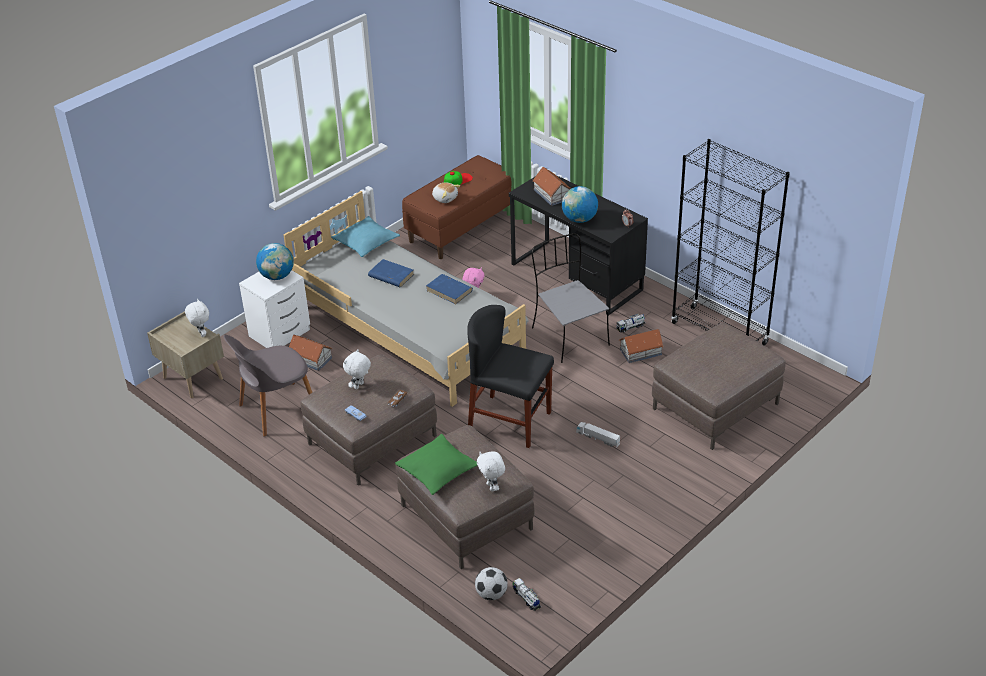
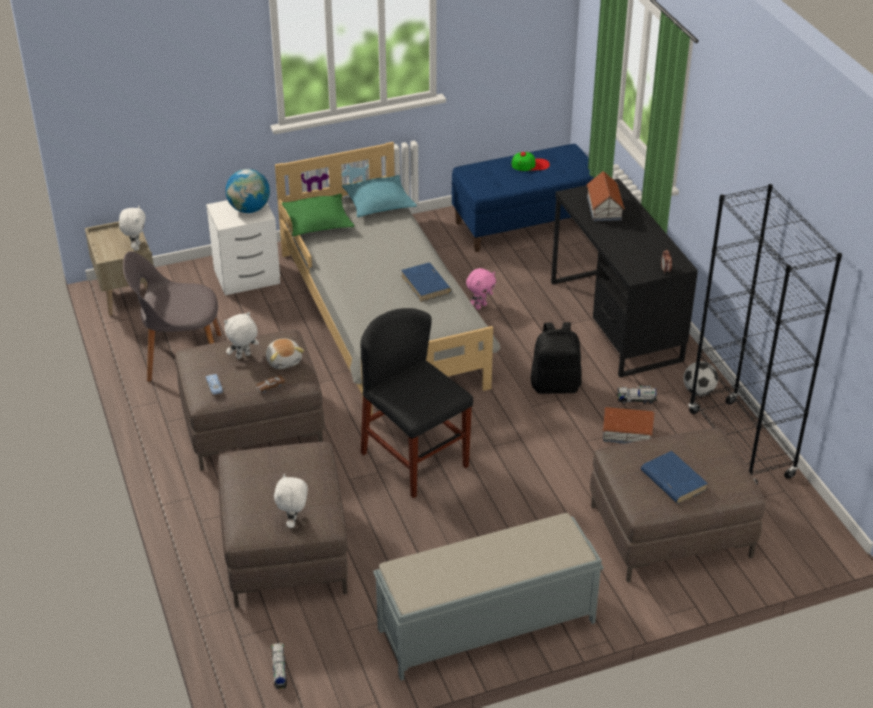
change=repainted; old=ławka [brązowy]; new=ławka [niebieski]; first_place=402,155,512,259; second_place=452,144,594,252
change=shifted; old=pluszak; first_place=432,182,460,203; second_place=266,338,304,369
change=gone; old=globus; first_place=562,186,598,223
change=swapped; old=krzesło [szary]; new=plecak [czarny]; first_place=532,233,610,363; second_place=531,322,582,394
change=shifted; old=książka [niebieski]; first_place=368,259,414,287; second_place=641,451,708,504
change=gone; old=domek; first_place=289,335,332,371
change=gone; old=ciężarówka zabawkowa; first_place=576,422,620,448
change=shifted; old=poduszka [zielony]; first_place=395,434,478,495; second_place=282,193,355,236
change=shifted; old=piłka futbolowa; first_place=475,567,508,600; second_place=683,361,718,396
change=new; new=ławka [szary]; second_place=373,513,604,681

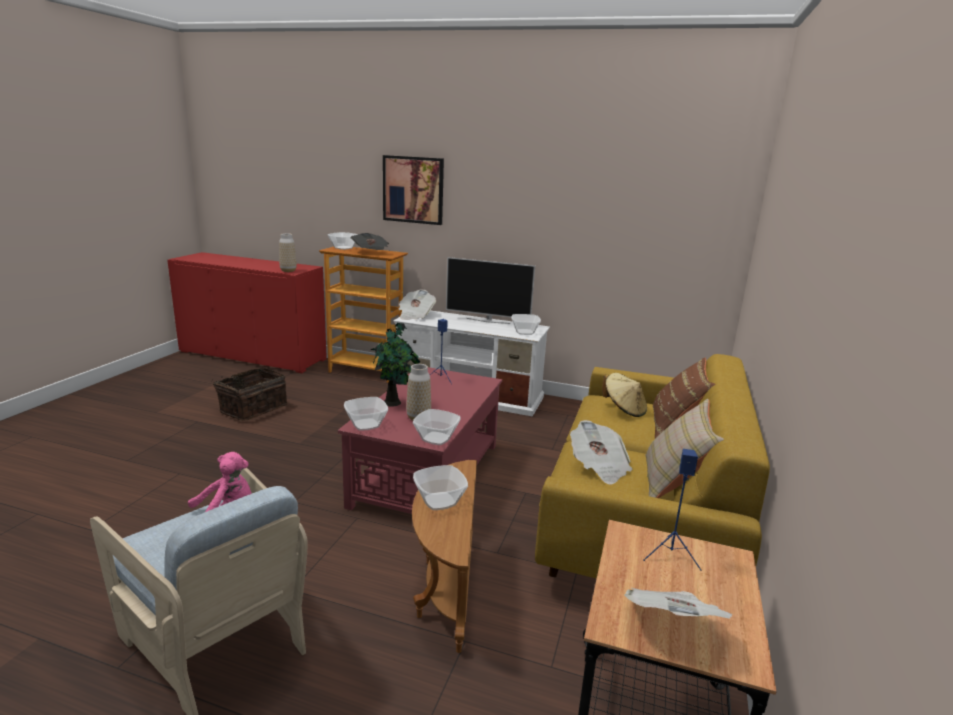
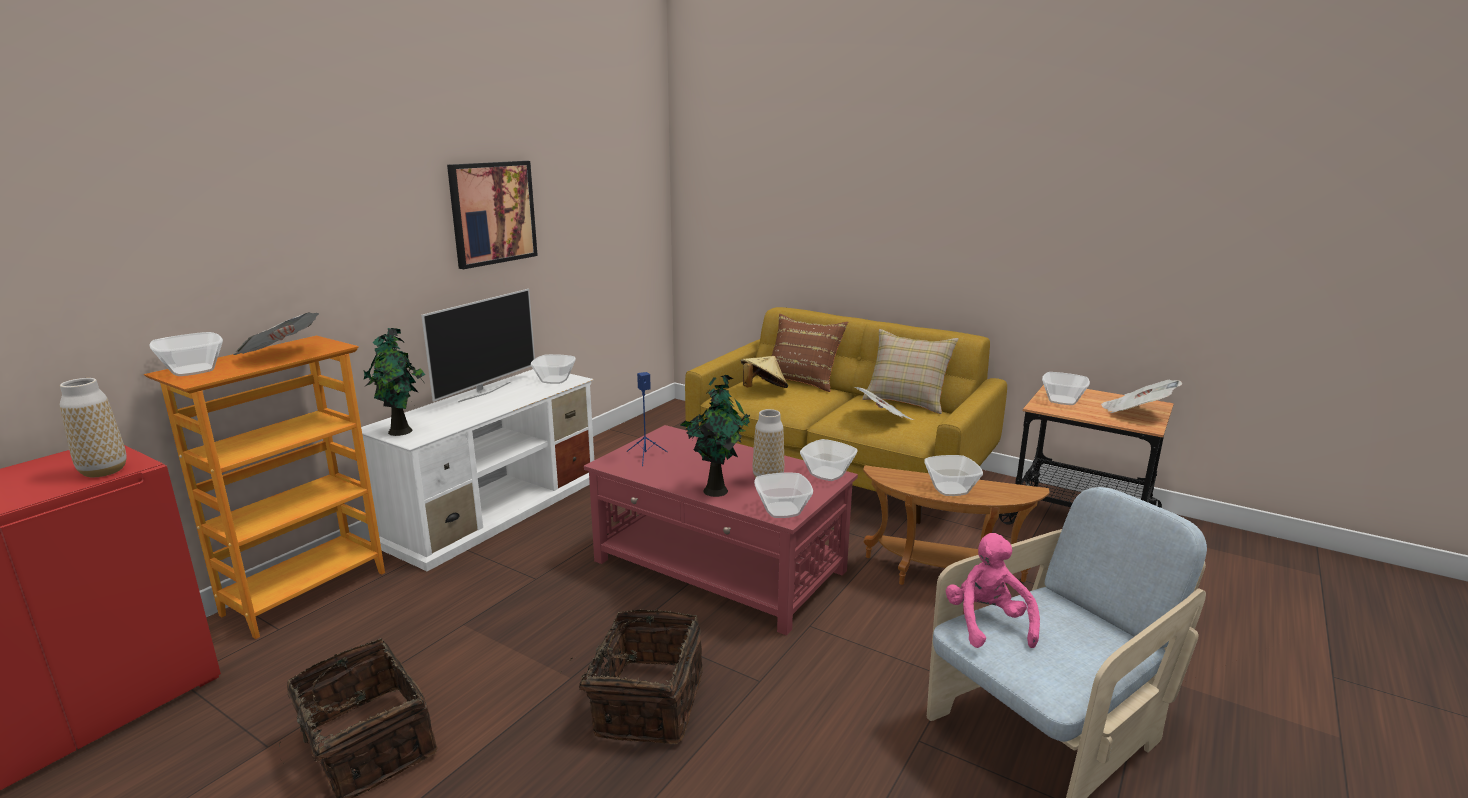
change=shifted; old=obraz; first_place=383,155,444,225; second_place=447,161,538,269
change=swapped; old=gazeta; new=roślina doniczkowa; first_place=398,289,436,320; second_place=364,328,425,436
change=swapped; old=głośnik [niebieski]; new=miska; first_place=643,449,702,571; second_place=1042,372,1090,405
change=new; new=koszyk; second_place=560,609,703,744

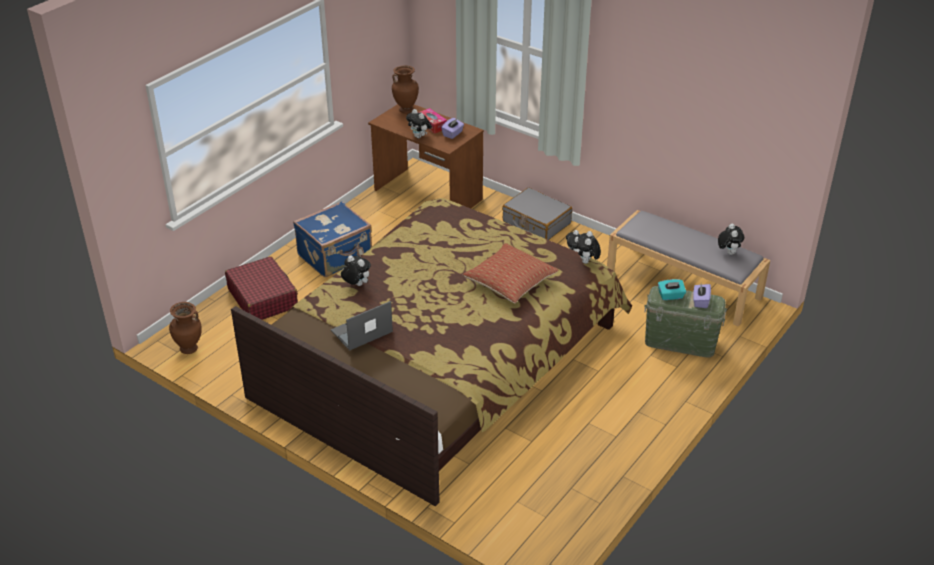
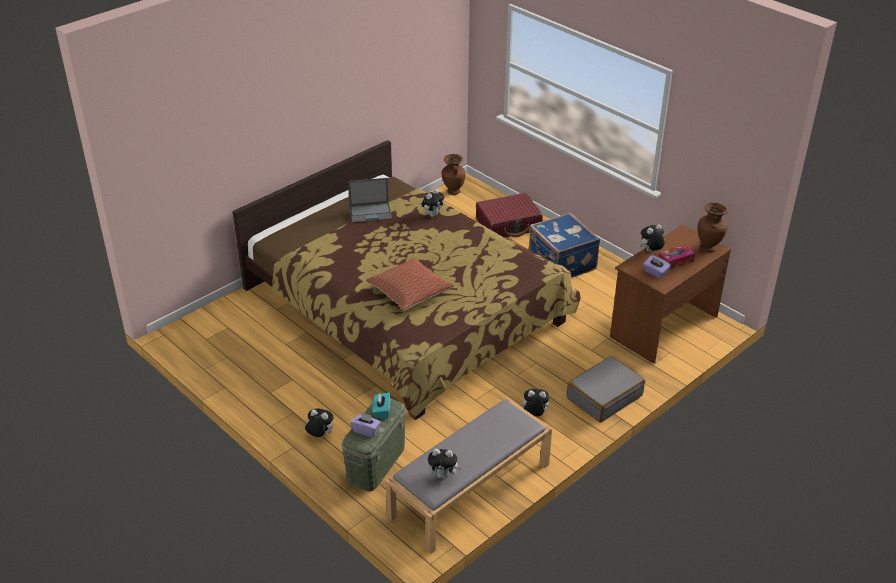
change=shifted; old=pluszak; first_place=577,231,601,264; second_place=305,408,334,437
change=rotated; old=laptop; first_place=331,301,393,351; second_place=348,178,392,223; degrees=105

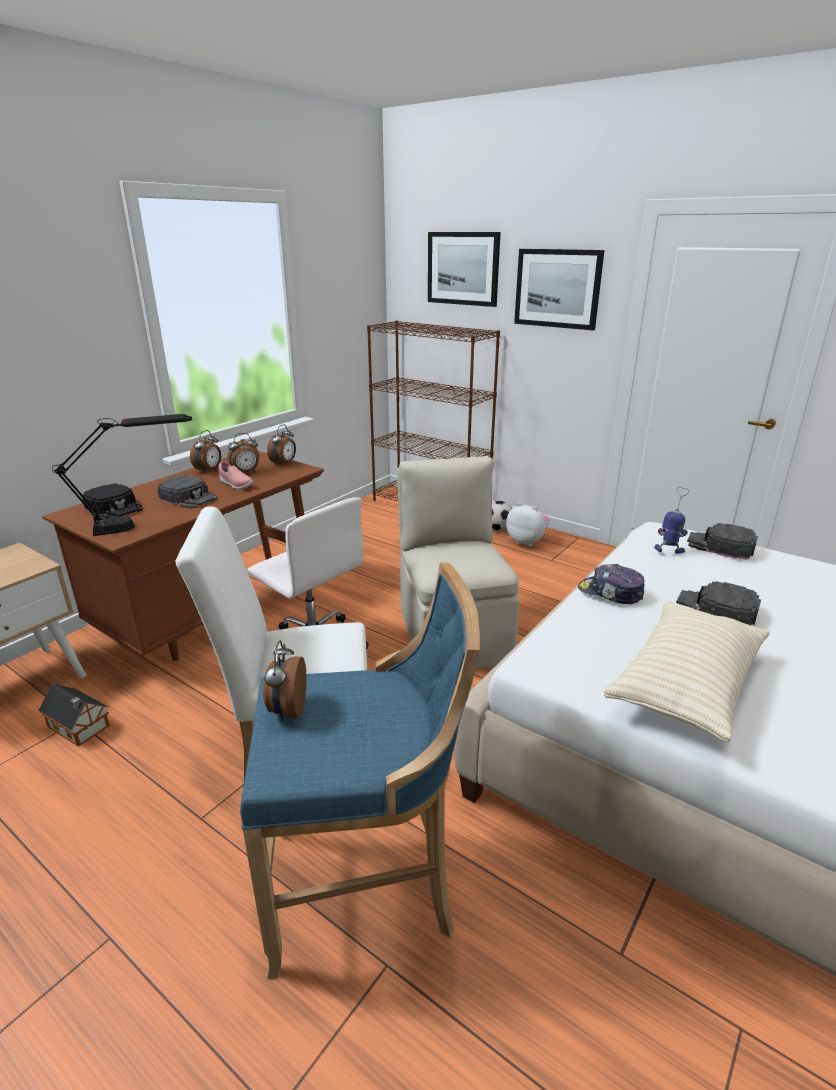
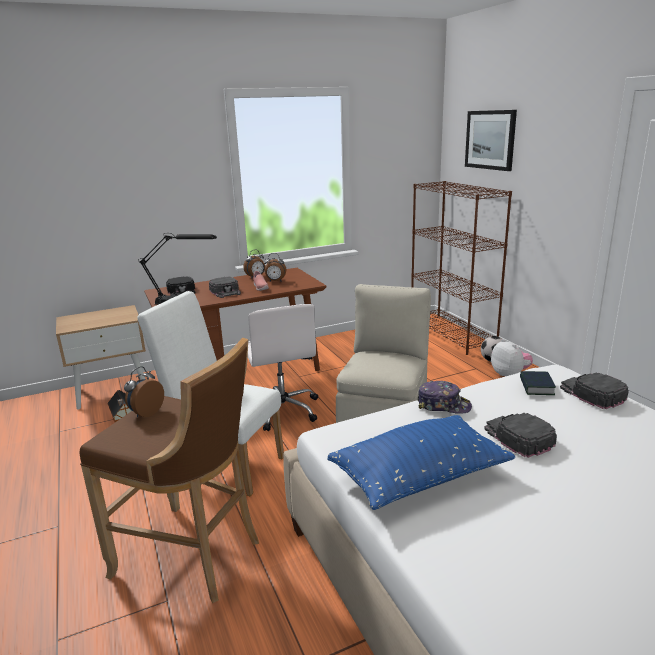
change=gone; old=obraz; first_place=514,249,604,330
change=gone; old=budzik; first_place=267,425,296,466
change=swapped; old=robot zabawkowy; new=książka; first_place=654,487,689,554; second_place=520,371,556,395
change=repainted; old=stołek [niebieski]; new=stołek [brązowy]; first_place=240,562,480,979; second_place=80,338,259,603
change=rotated; old=czapka z daszkiem; first_place=578,564,645,604; second_place=417,381,472,414; degrees=135
change=repainted; old=poduszka [beżowy]; new=poduszka [niebieski]; first_place=604,601,770,742; second_place=327,415,515,510

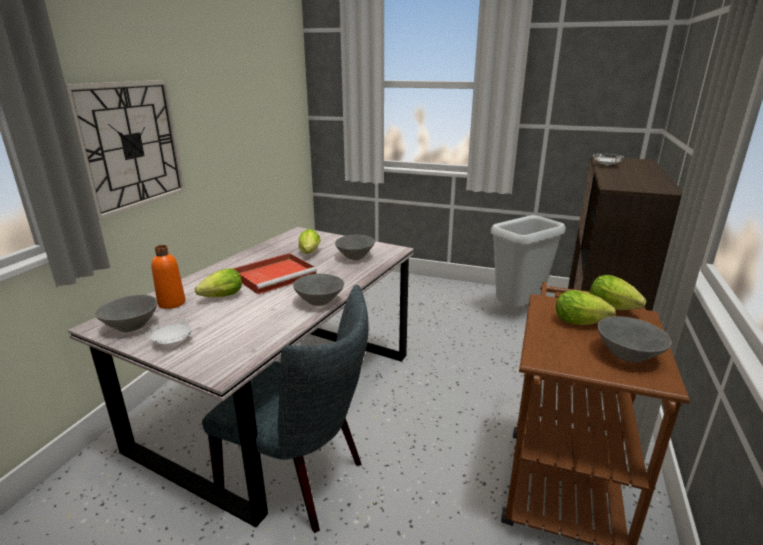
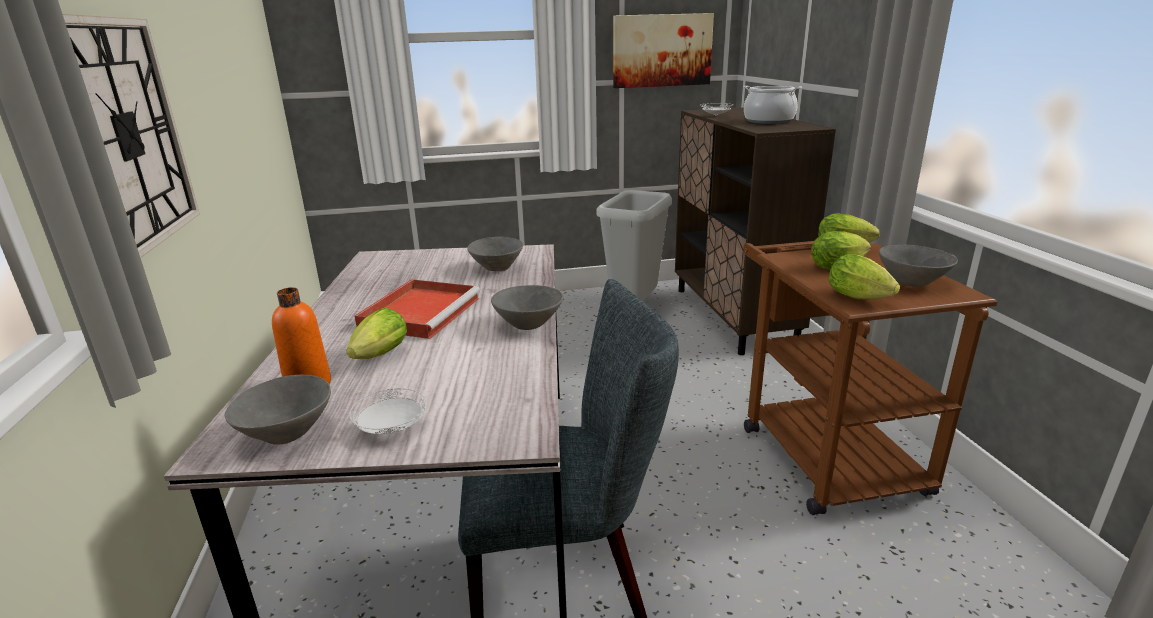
change=shifted; old=sałata; first_place=299,229,321,254; second_place=829,254,900,300
change=new; new=obraz; second_place=613,13,714,88
change=new; new=garnek; second_place=743,86,802,124

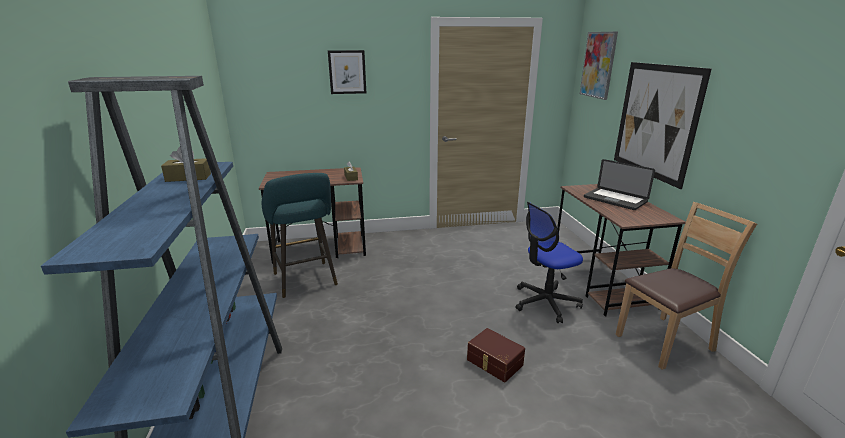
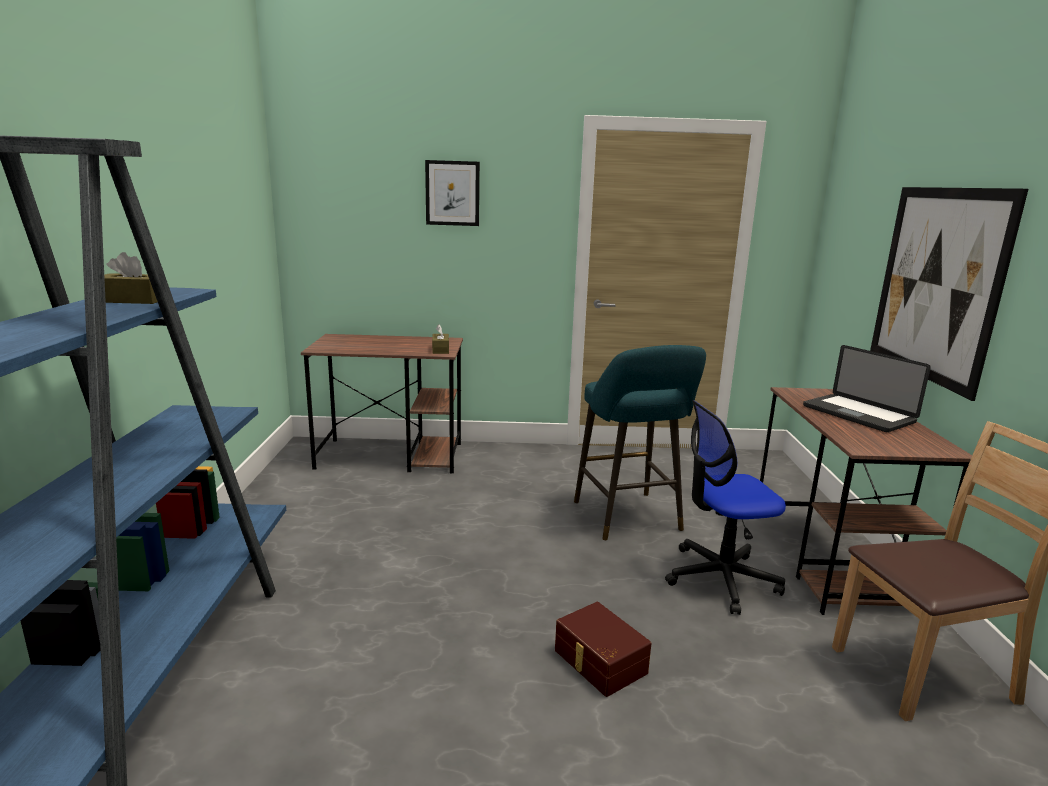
change=gone; old=obraz; first_place=580,32,618,100
change=shifted; old=stołek [turkusowy]; first_place=262,173,338,298; second_place=574,345,706,540

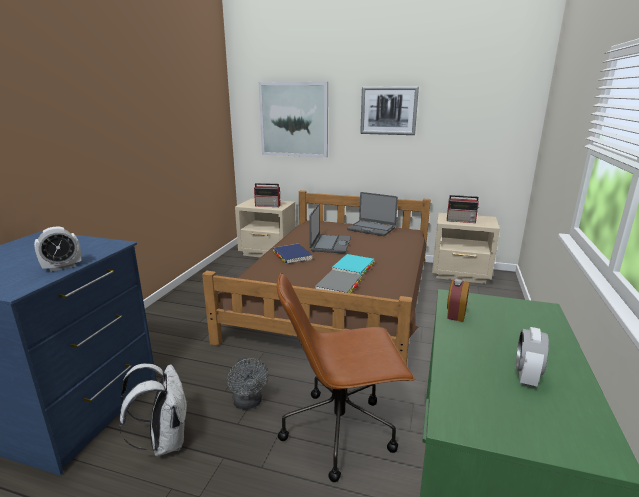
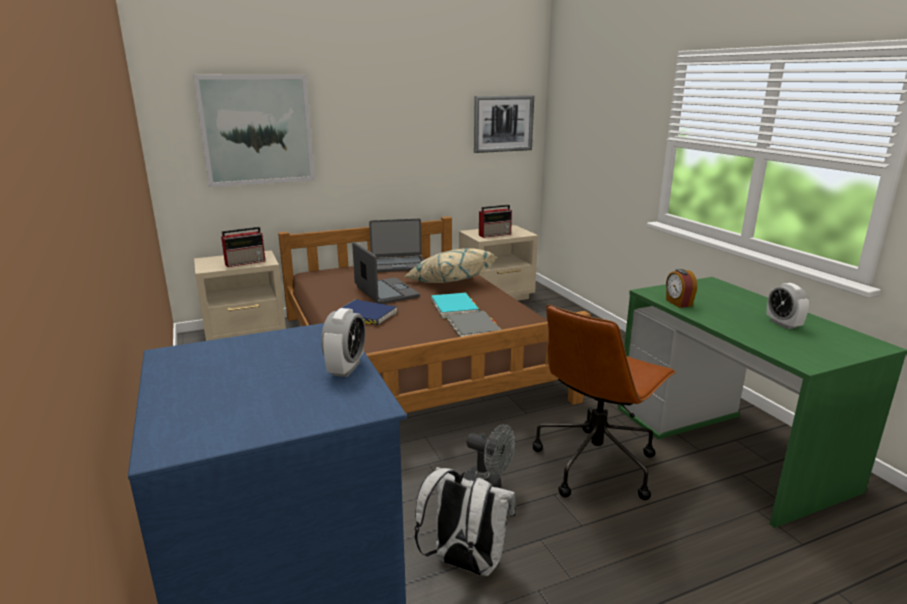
change=shifted; old=obraz; first_place=360,86,419,135; second_place=474,95,534,153
change=new; new=poduszka [beżowy]; second_place=404,248,498,283

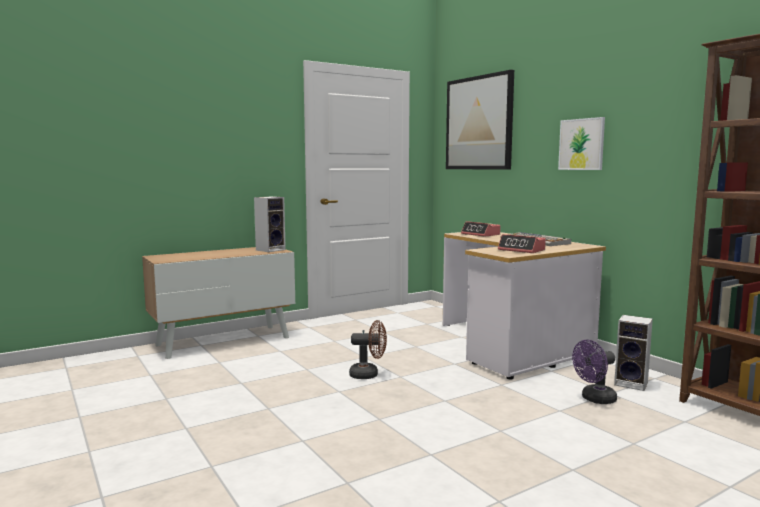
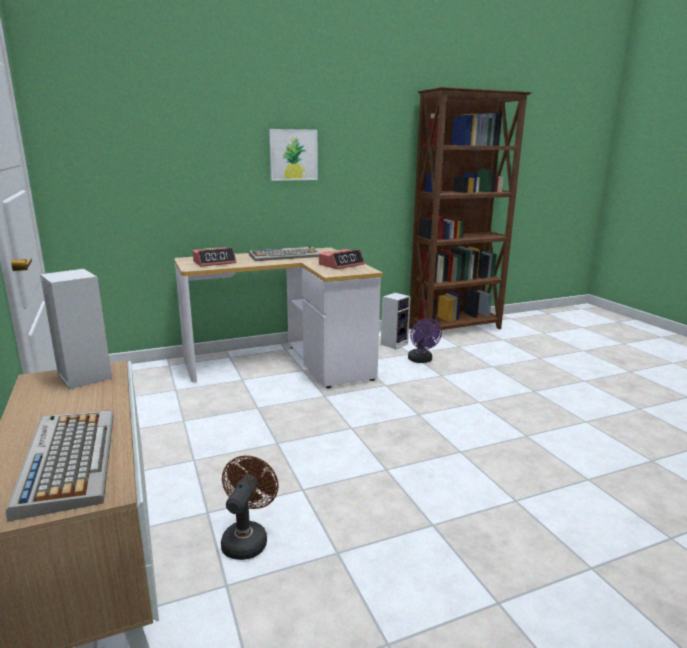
change=gone; old=obraz; first_place=446,70,514,170
change=shifted; old=wentylator [brązowy]; first_place=349,320,387,379; second_place=221,456,279,560
change=new; new=klawiatura; second_place=6,410,114,522

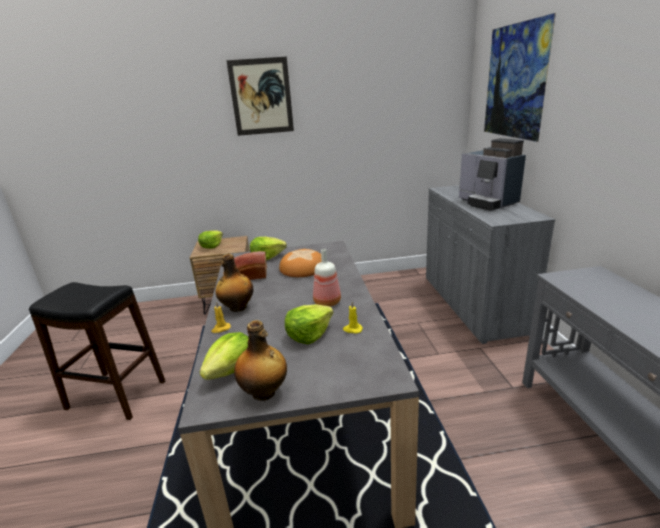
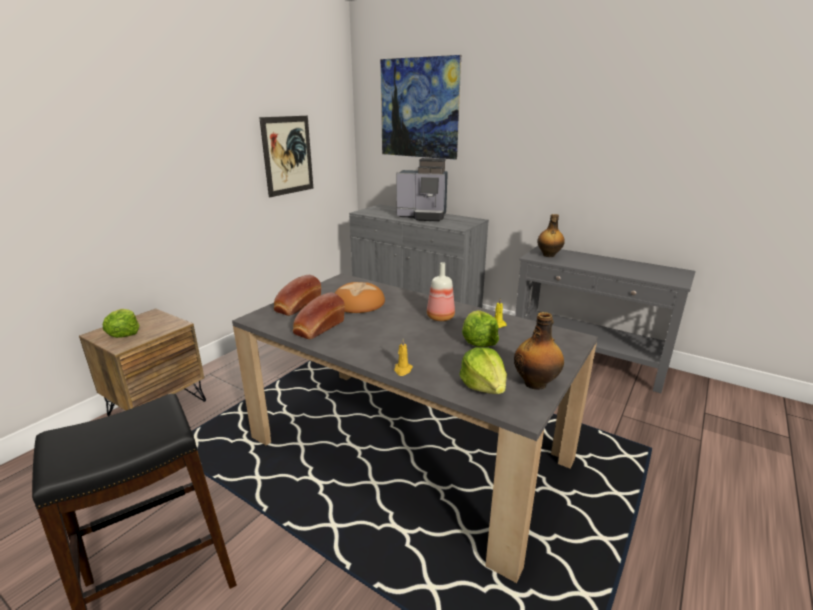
change=shifted; old=obraz; first_place=226,57,294,136; second_place=259,116,313,197
change=swapped; old=sałata; new=chleb; first_place=250,237,287,260; second_place=274,275,321,316
change=shifted; old=butelka; first_place=215,254,253,312; second_place=537,214,565,257

